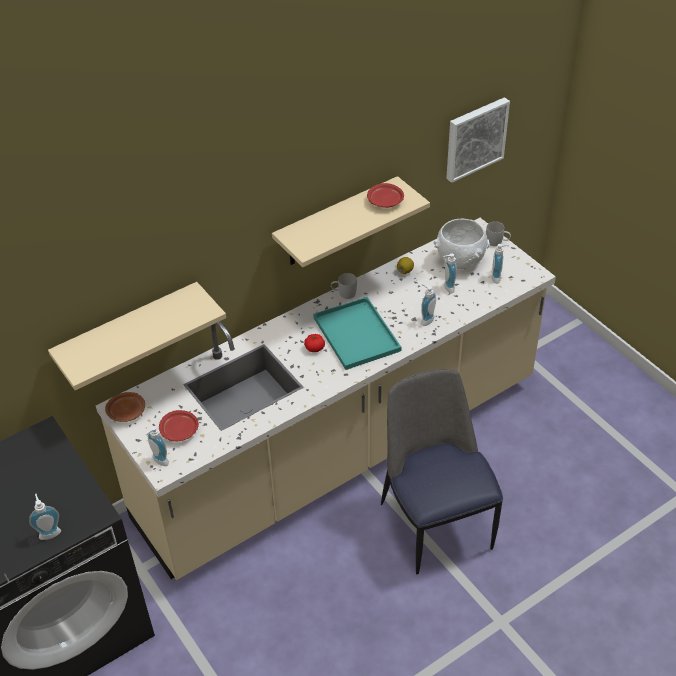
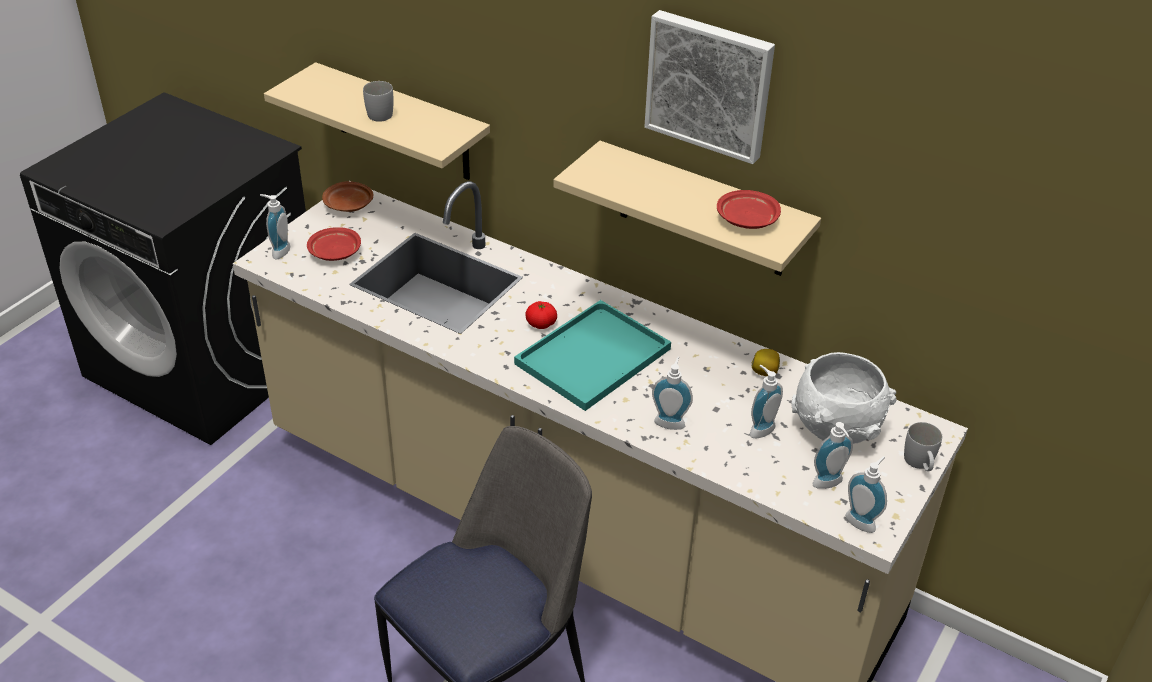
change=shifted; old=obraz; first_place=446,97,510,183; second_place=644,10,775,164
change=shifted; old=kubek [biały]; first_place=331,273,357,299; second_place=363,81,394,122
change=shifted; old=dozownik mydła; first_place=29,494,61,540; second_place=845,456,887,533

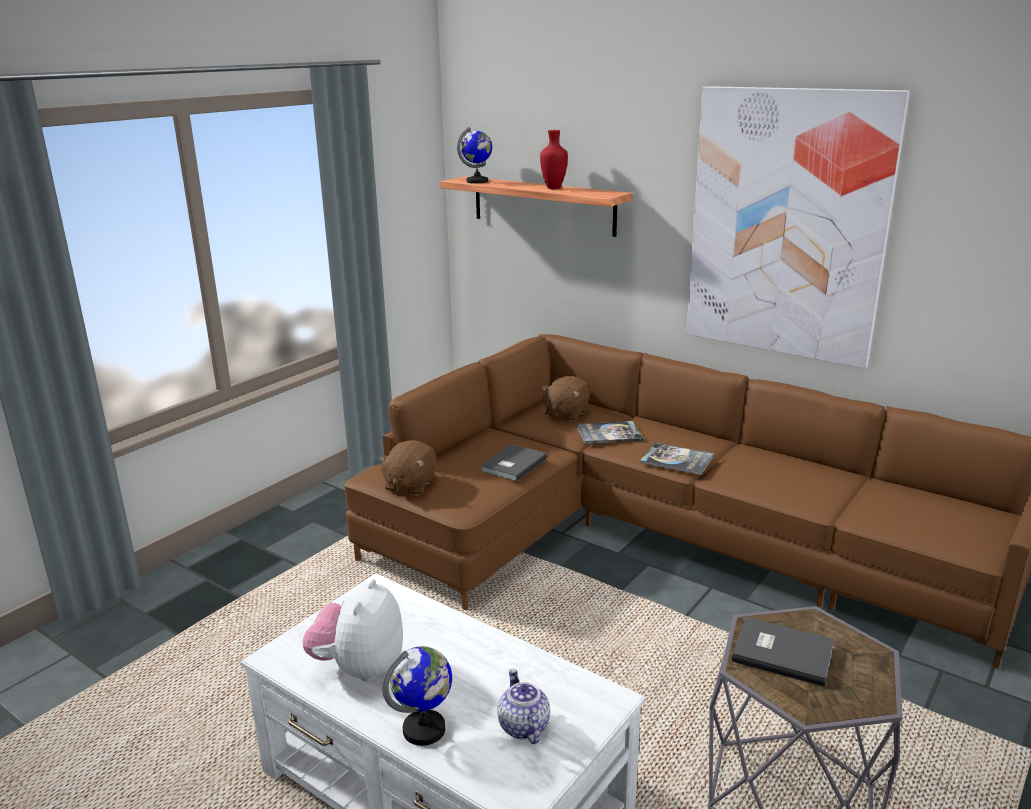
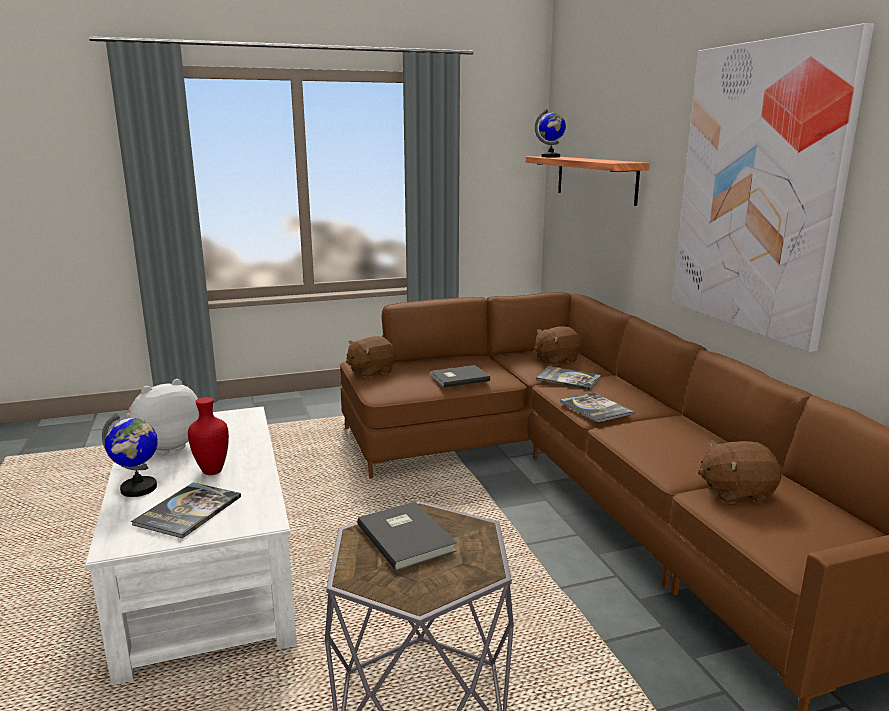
change=shifted; old=wazon [czerwony]; first_place=540,130,568,189; second_place=188,397,229,475
change=swapped; old=imbryk; new=książka; first_place=497,669,550,744; second_place=131,483,241,538
change=new; new=pluszak [brązowy]; second_place=698,440,781,503

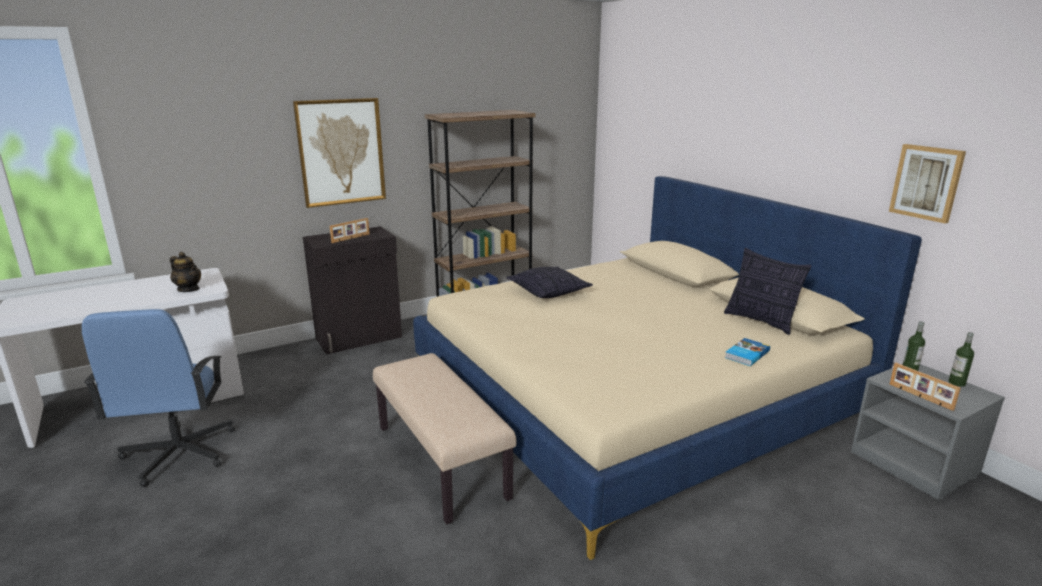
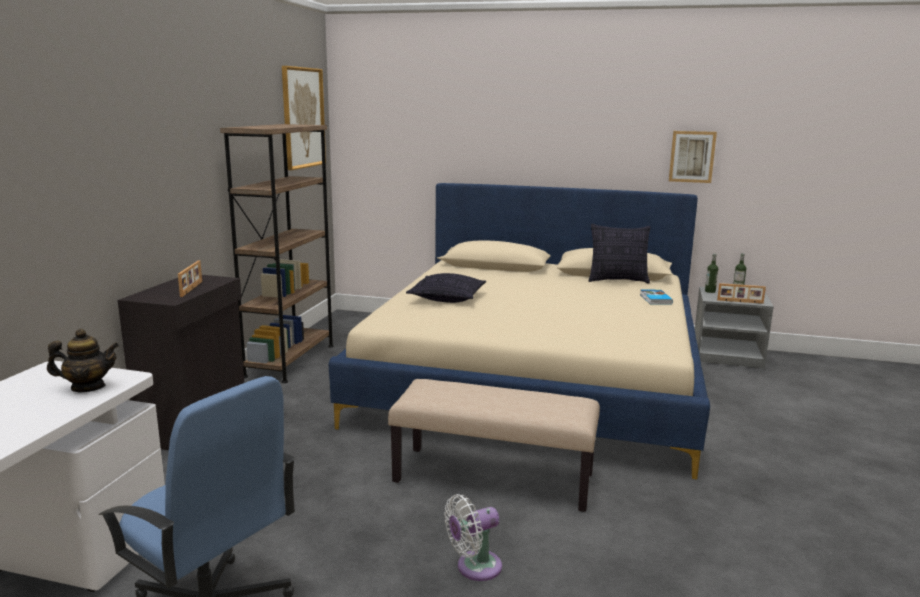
change=shifted; old=obraz; first_place=293,98,386,208; second_place=282,66,326,170
change=new; new=wentylator [biały]; second_place=444,494,502,581

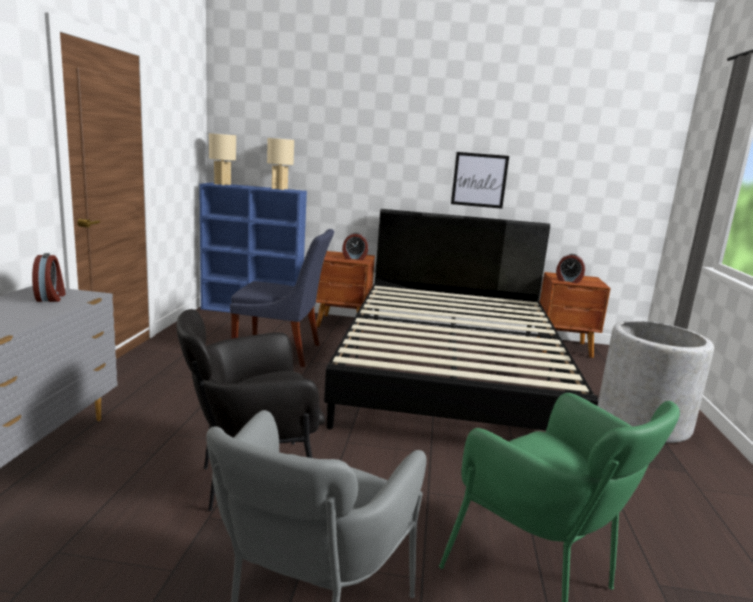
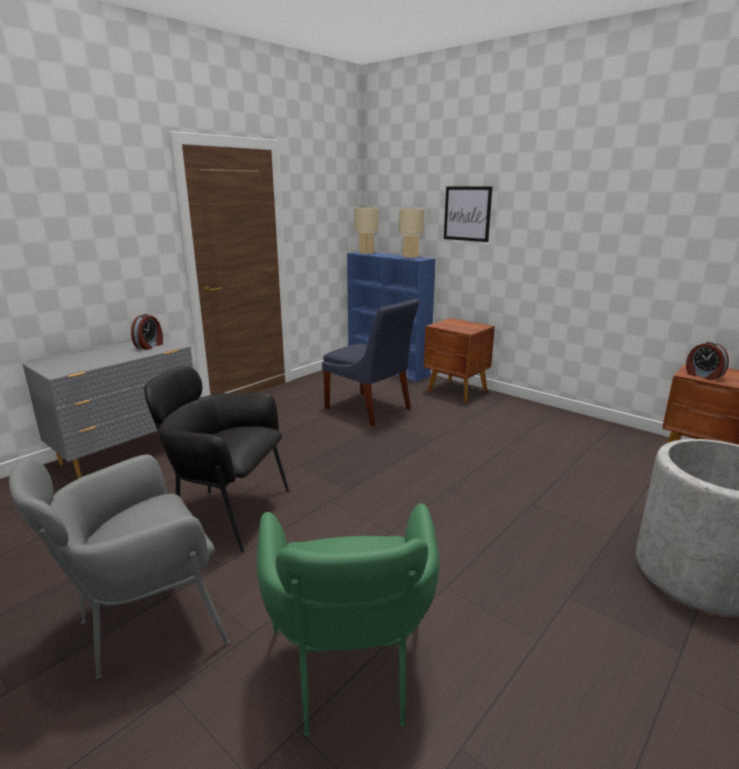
change=shifted; old=obraz; first_place=451,152,509,209; second_place=444,187,493,242
change=gone; old=łóżko [czarny]; first_place=324,209,598,430
change=gone; old=budzik; first_place=342,233,368,260

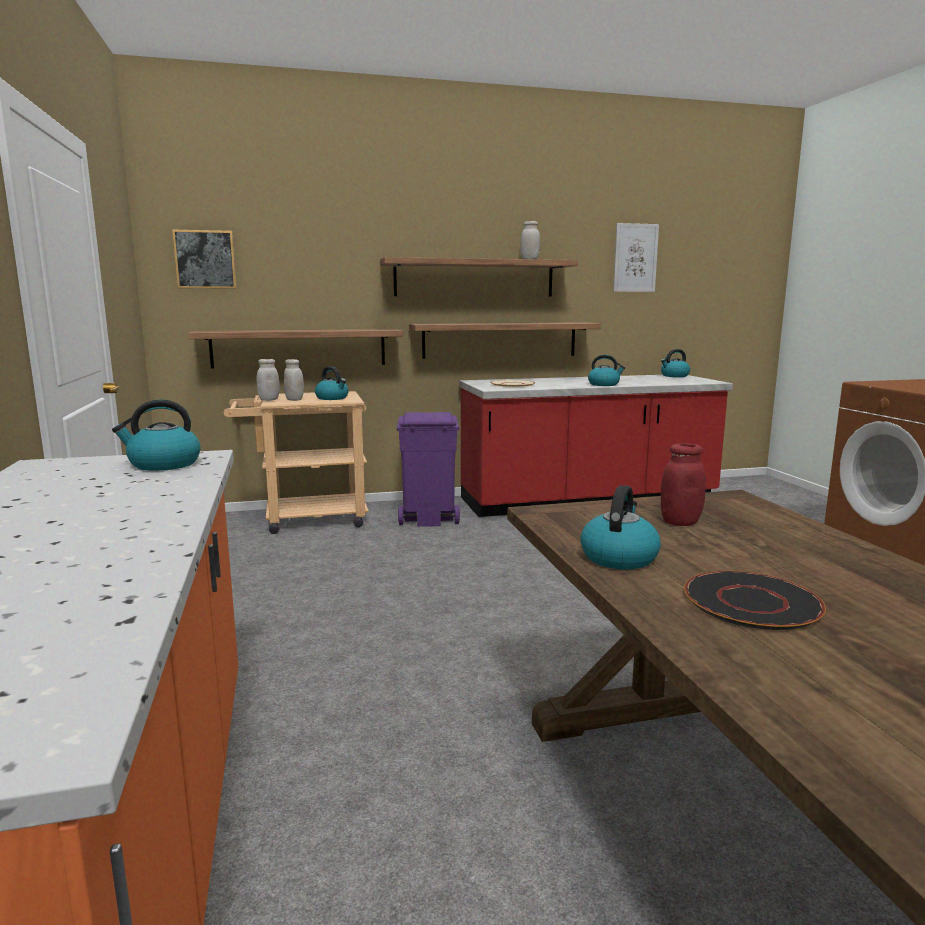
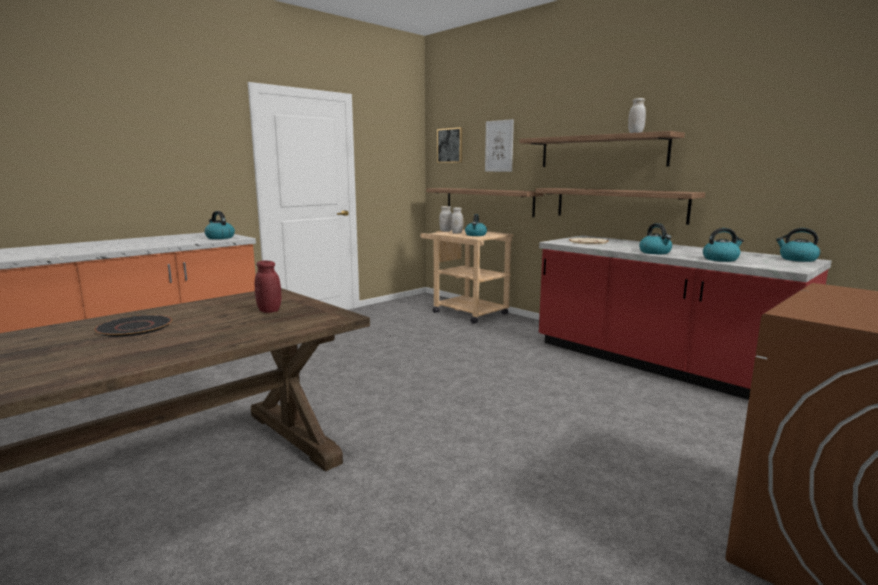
change=shifted; old=obraz; first_place=613,223,659,292; second_place=485,119,514,172
change=gone; old=kosz na śmieci [fioletowy]; first_place=397,412,460,527
change=shifted; old=czajnik; first_place=580,485,661,569; second_place=703,228,744,262

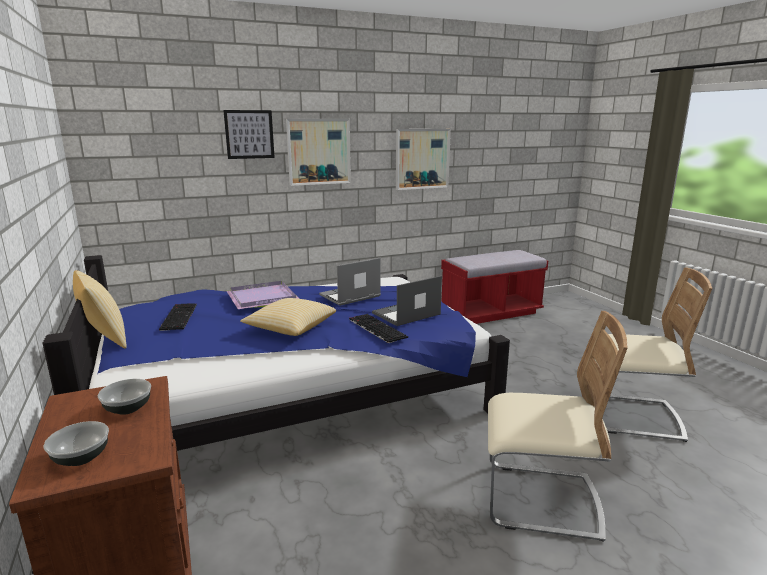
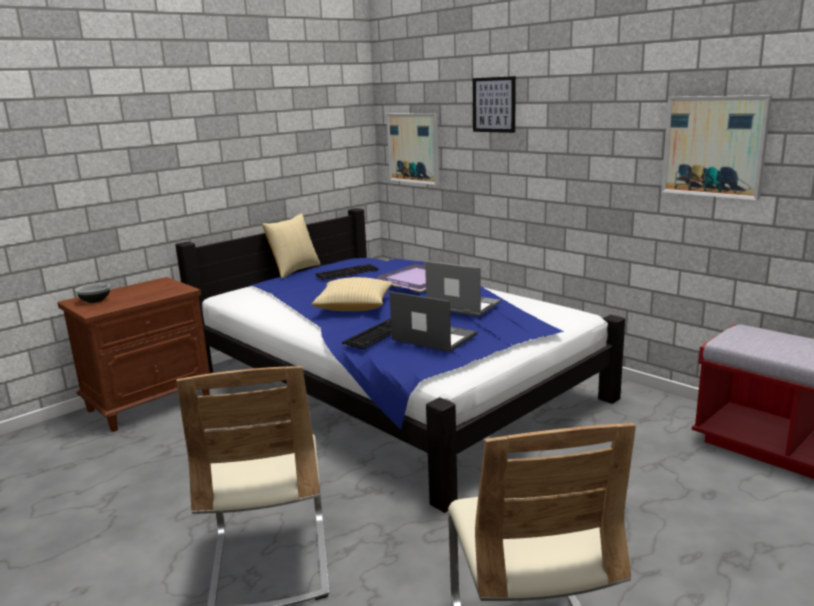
change=shifted; old=obraz; first_place=286,119,351,186; second_place=386,114,439,185
change=gone; old=miska; first_place=98,379,151,415

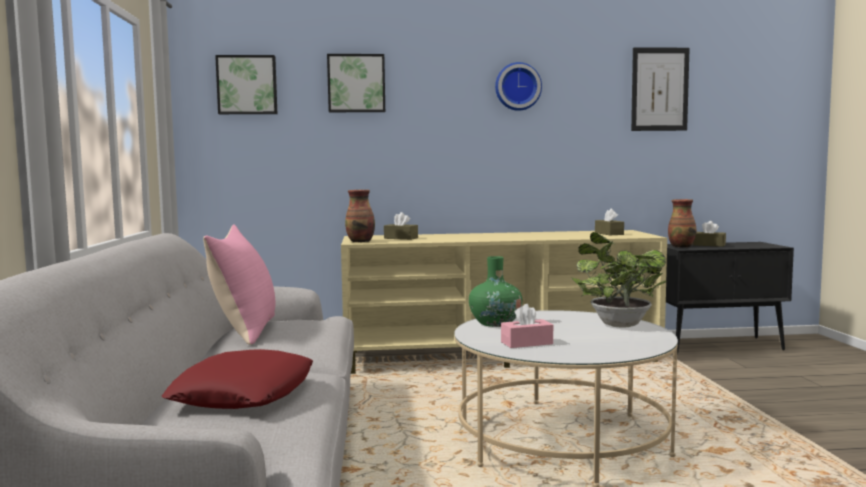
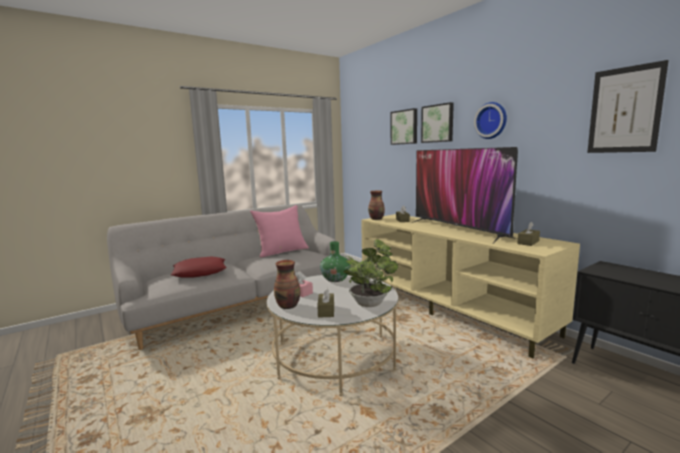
change=shifted; old=obraz; first_place=215,55,277,114; second_place=421,102,454,143
change=shifted; old=wazon; first_place=668,199,697,248; second_place=274,260,300,309
change=shifted; old=pudełko chusteczek [brązowy]; first_place=693,221,726,247; second_place=317,287,334,318
change=new; new=telewizor; second_place=412,147,518,244

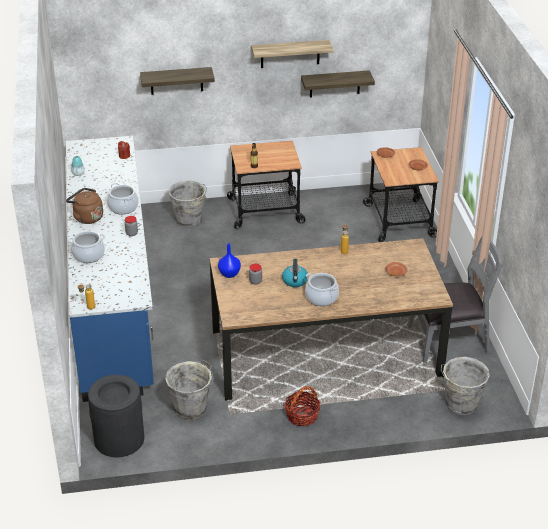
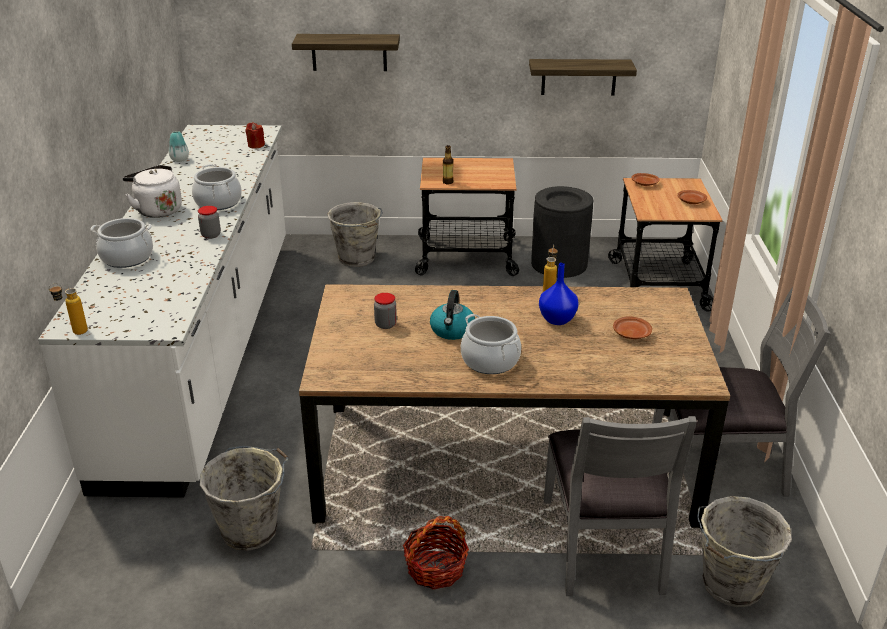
change=gone; old=półka; first_place=251,40,333,68
change=repainted; old=zabudowa kuchenna [niebieski]; new=zabudowa kuchenna [biały]; first_place=66,136,154,402; second_place=38,125,286,498
change=repainted; old=czajnik [brązowy]; new=czajnik [biały]; first_place=66,188,103,224; second_place=122,165,182,218
change=shifted; old=wazon [niebieski]; first_place=218,243,241,278; second_place=539,263,579,325
change=shifted; old=kosz na śmieci [czarny]; first_place=88,375,144,457; second_place=531,186,593,278
change=new; new=krzesło [szary]; second_place=544,416,697,596

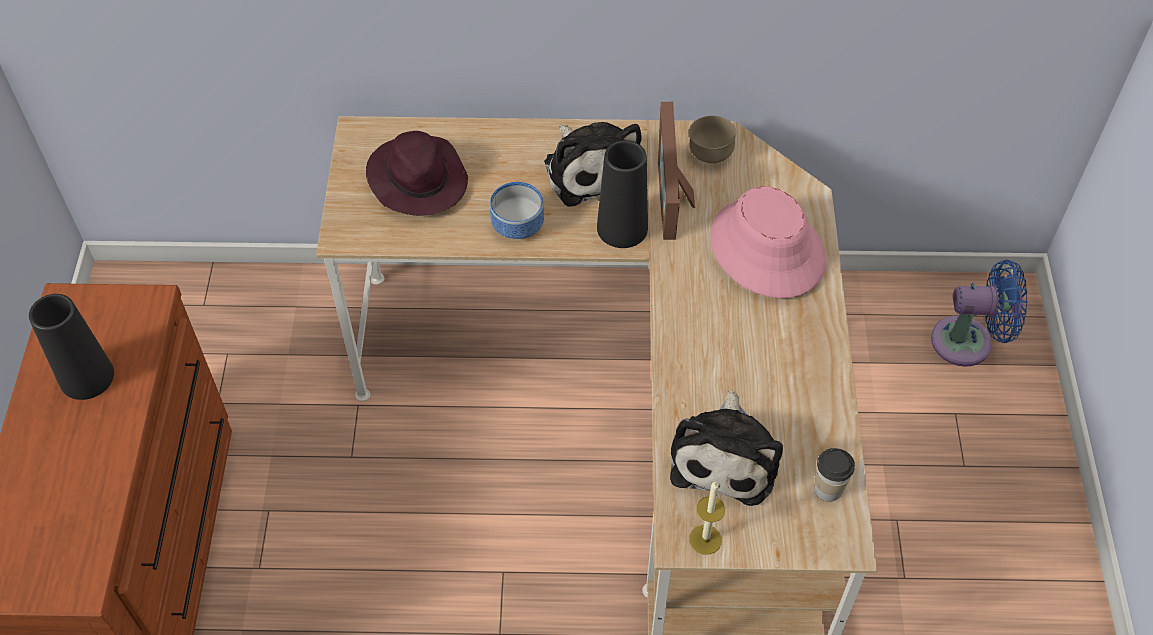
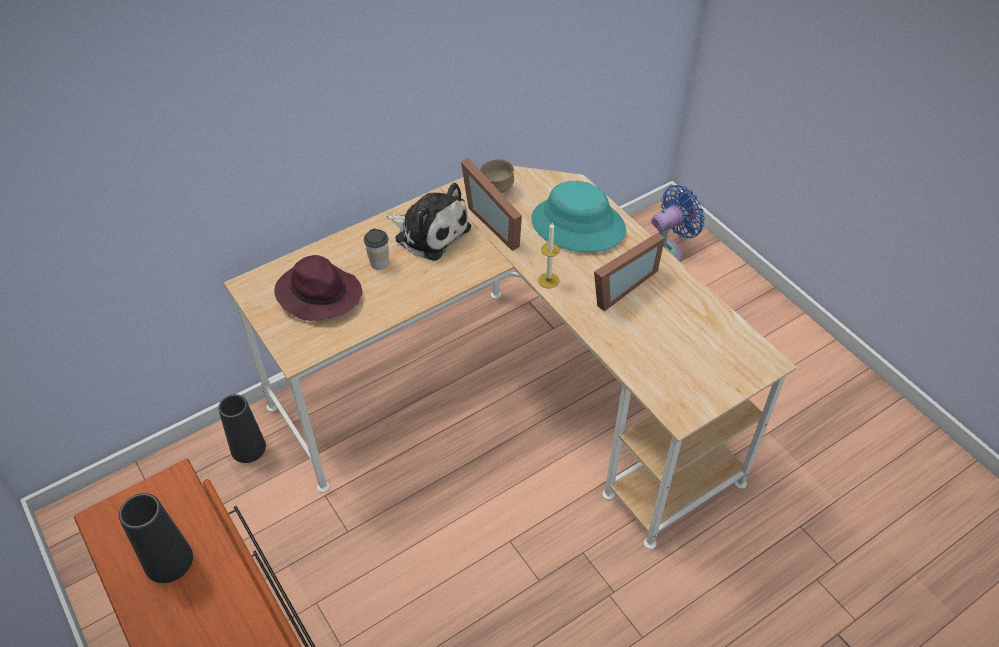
change=shifted; old=wazon [czarny]; first_place=597,140,648,248; second_place=218,394,266,463
change=gone; old=miska; first_place=490,182,544,239
change=repainted; old=kapelusz [różowy]; new=kapelusz [turkusowy]; first_place=710,186,826,298; second_place=531,181,626,252
change=gone; old=pluszak; first_place=670,390,783,506
change=shifted; old=filiżanka; first_place=814,448,855,502; second_place=364,229,389,269
change=shifted; old=świeca; first_place=690,481,725,555; second_place=538,223,560,288
change=new; new=ramka na zdjęcie; second_place=594,233,665,311

